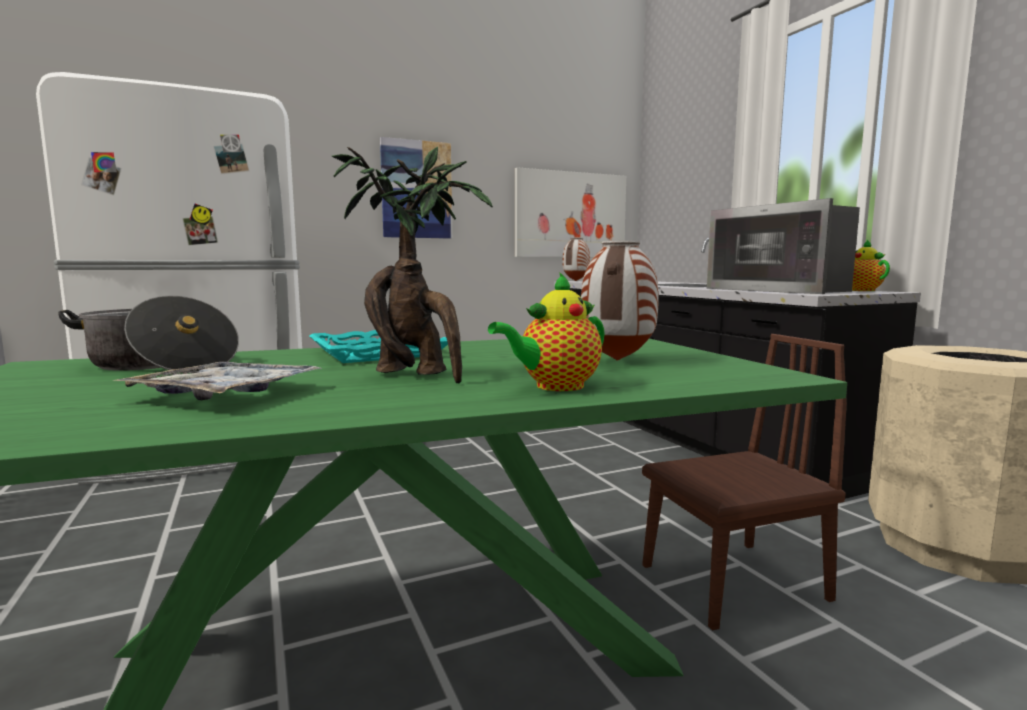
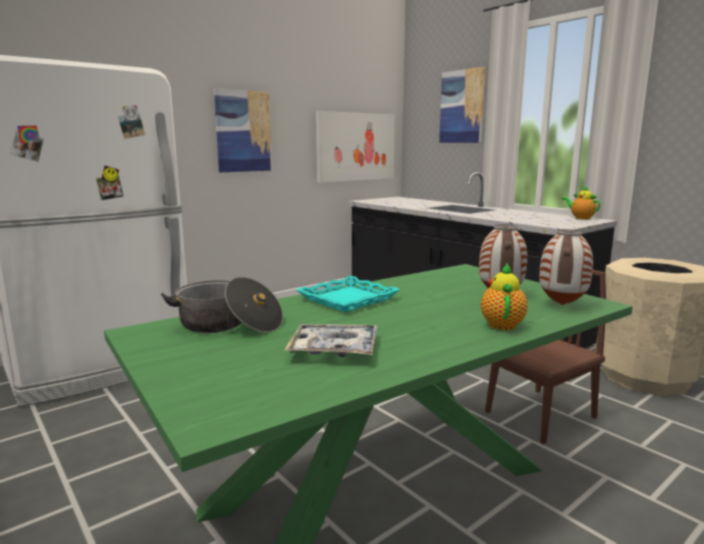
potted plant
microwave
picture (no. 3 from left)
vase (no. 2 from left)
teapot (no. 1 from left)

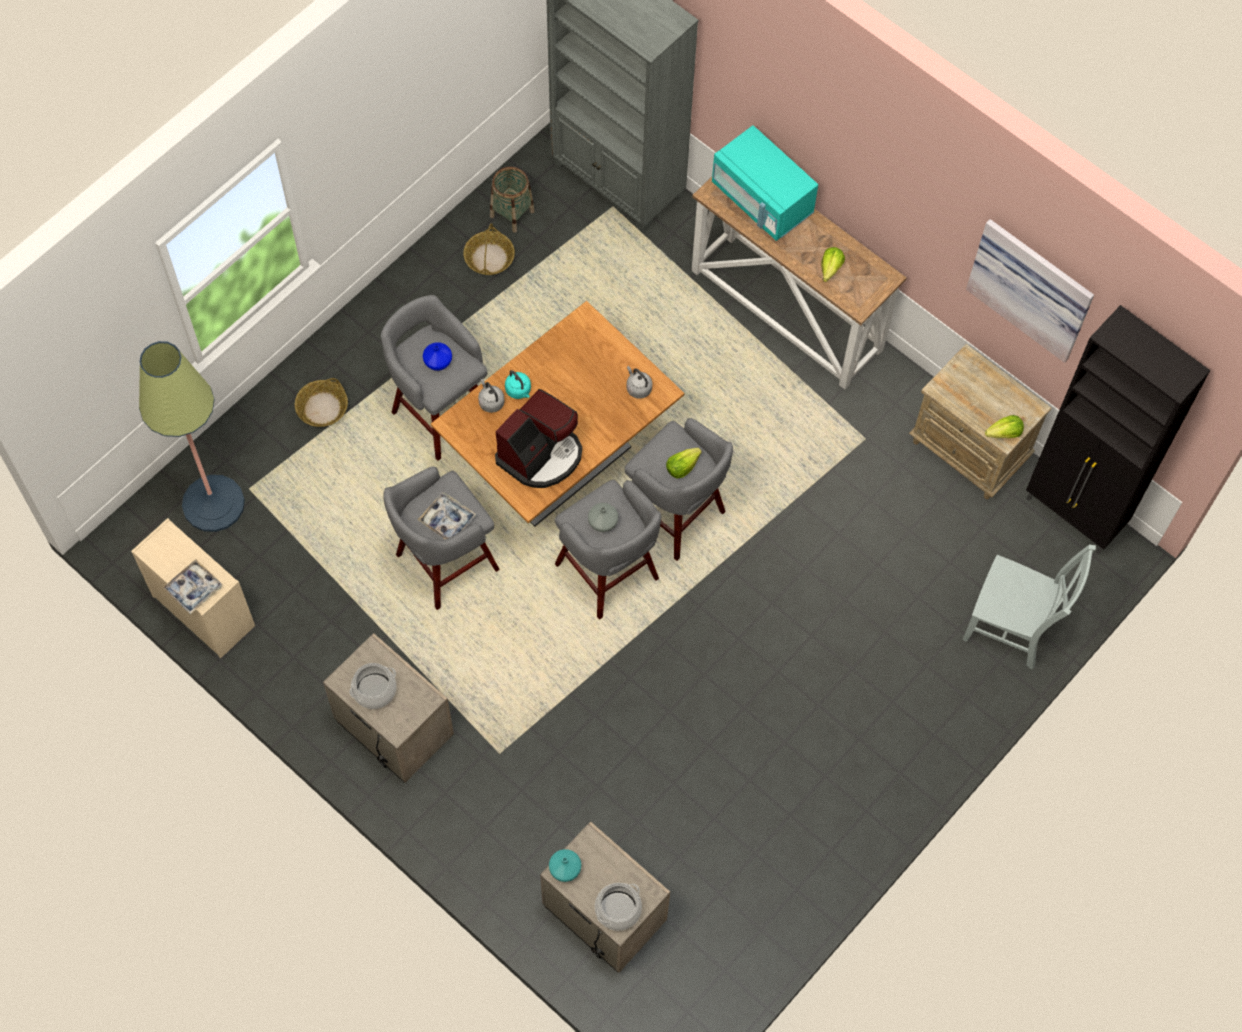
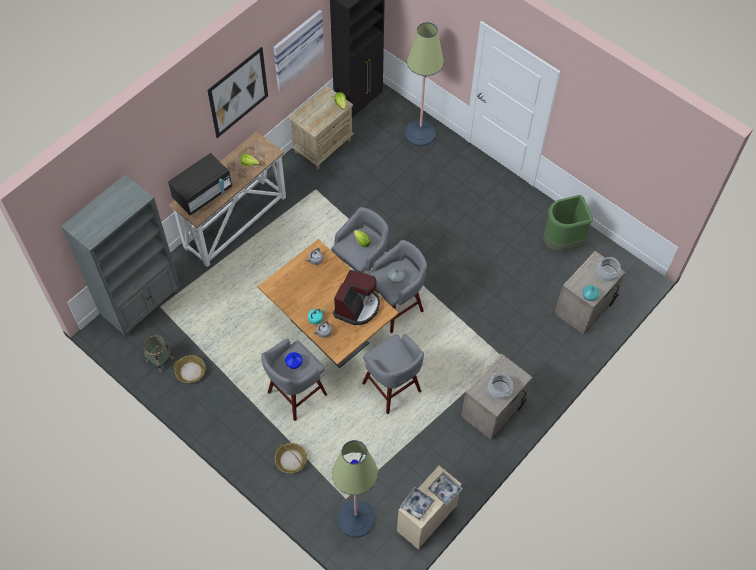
picture (no. 1 from left)
green trash can
tray (no. 1 from left)
floor lamp (no. 2 from left)
black microwave
coffee machine

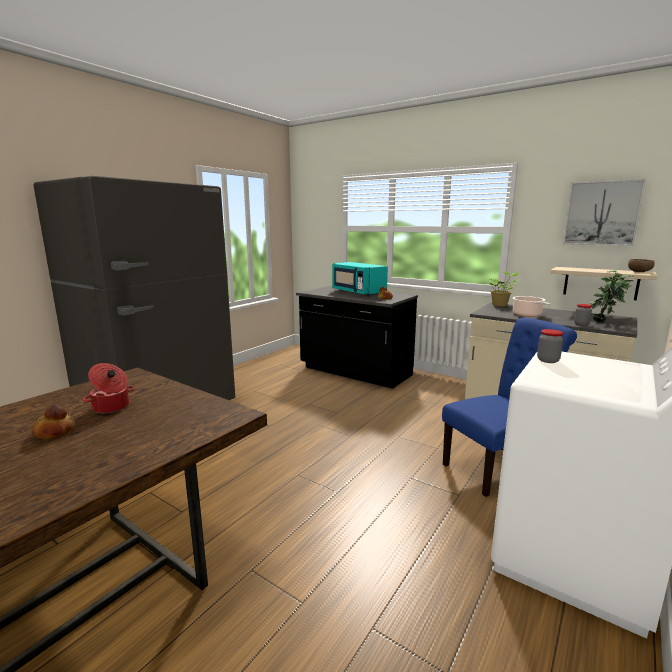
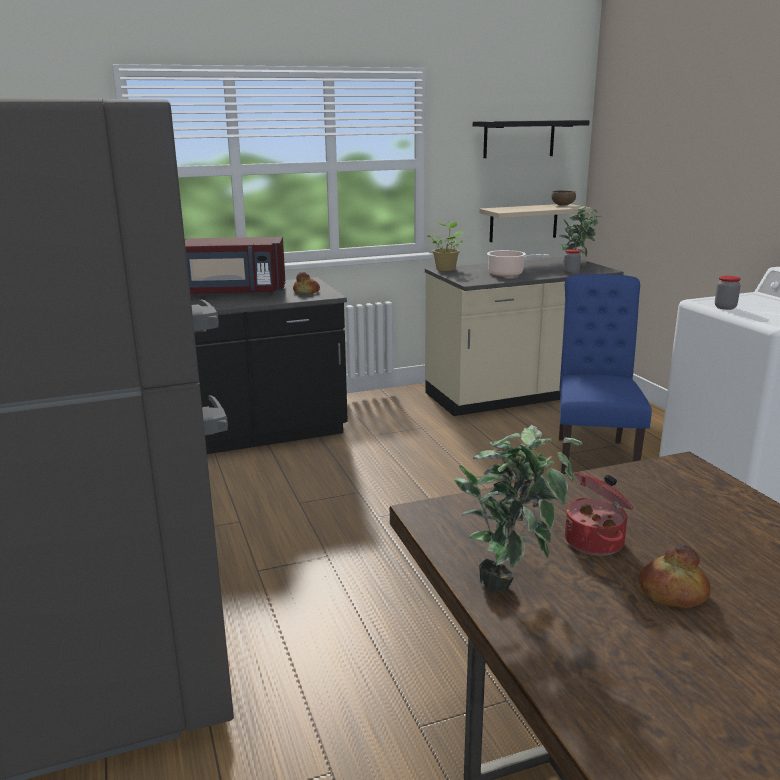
potted plant (no. 2 from left)
black shelf
red microwave

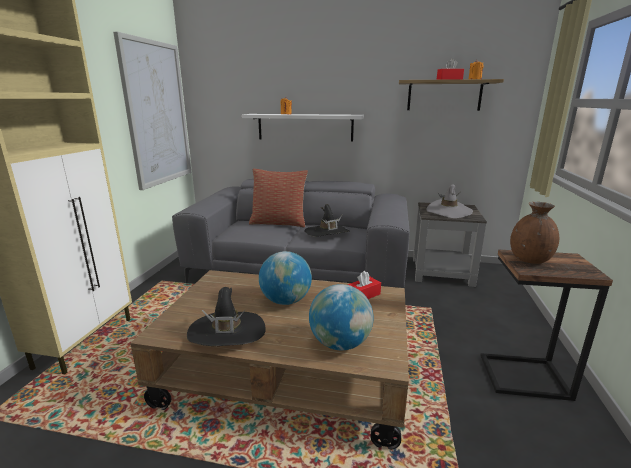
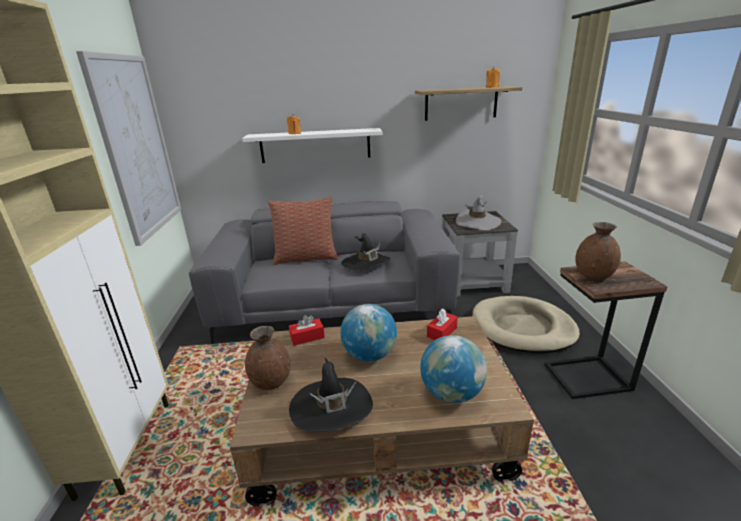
brown vase (no. 1 from left)
beige dog bed
red tissue box (no. 1 from left)

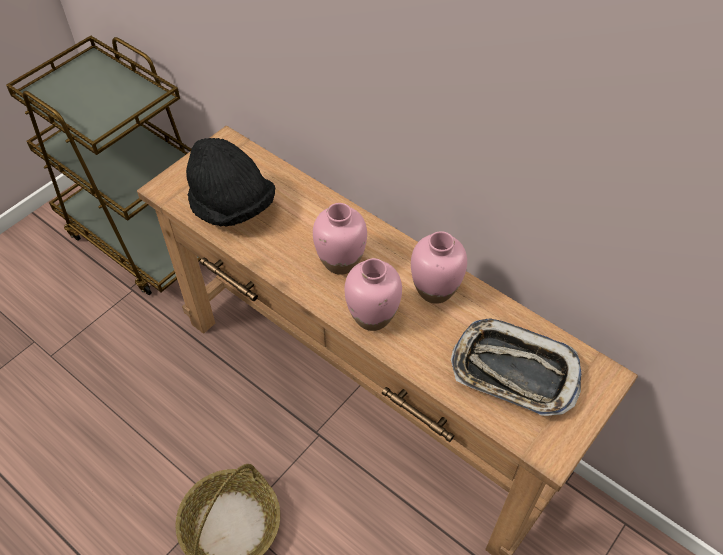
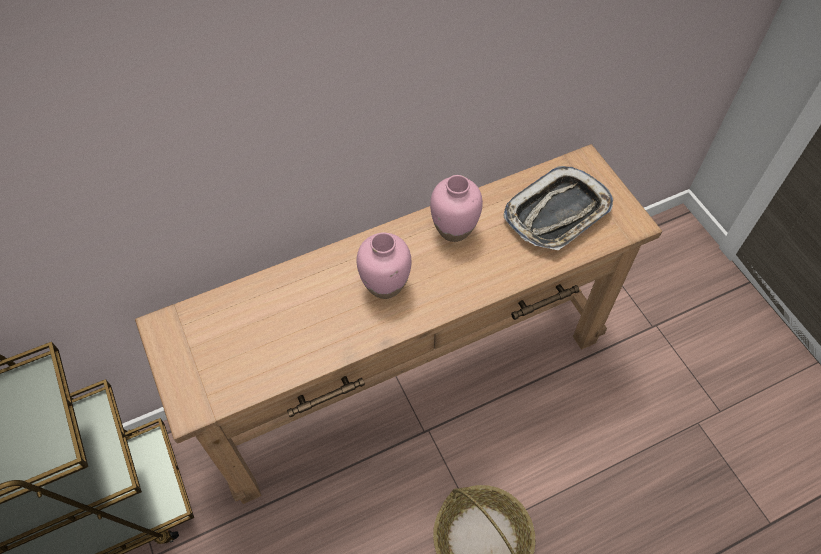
black hat
pink vase (no. 2 from left in the first image)

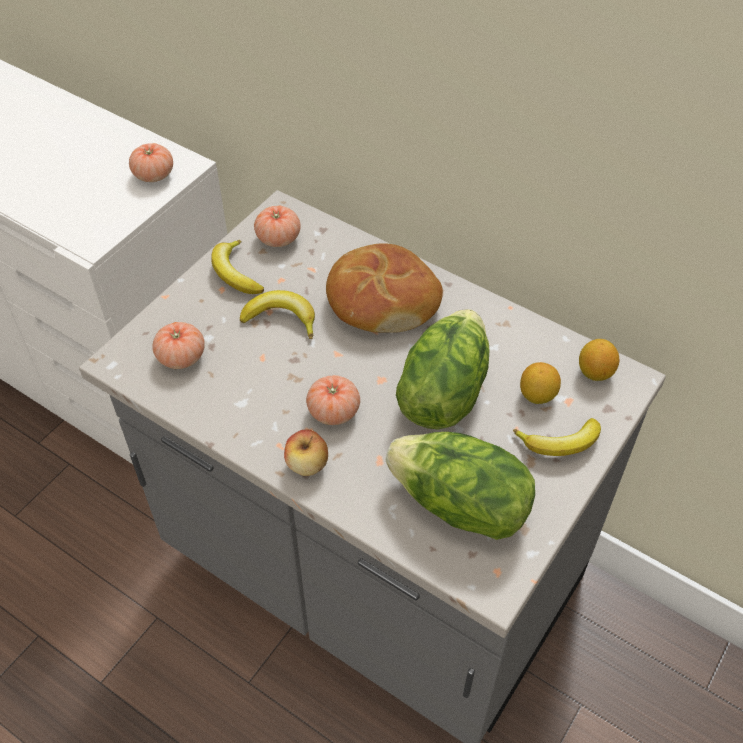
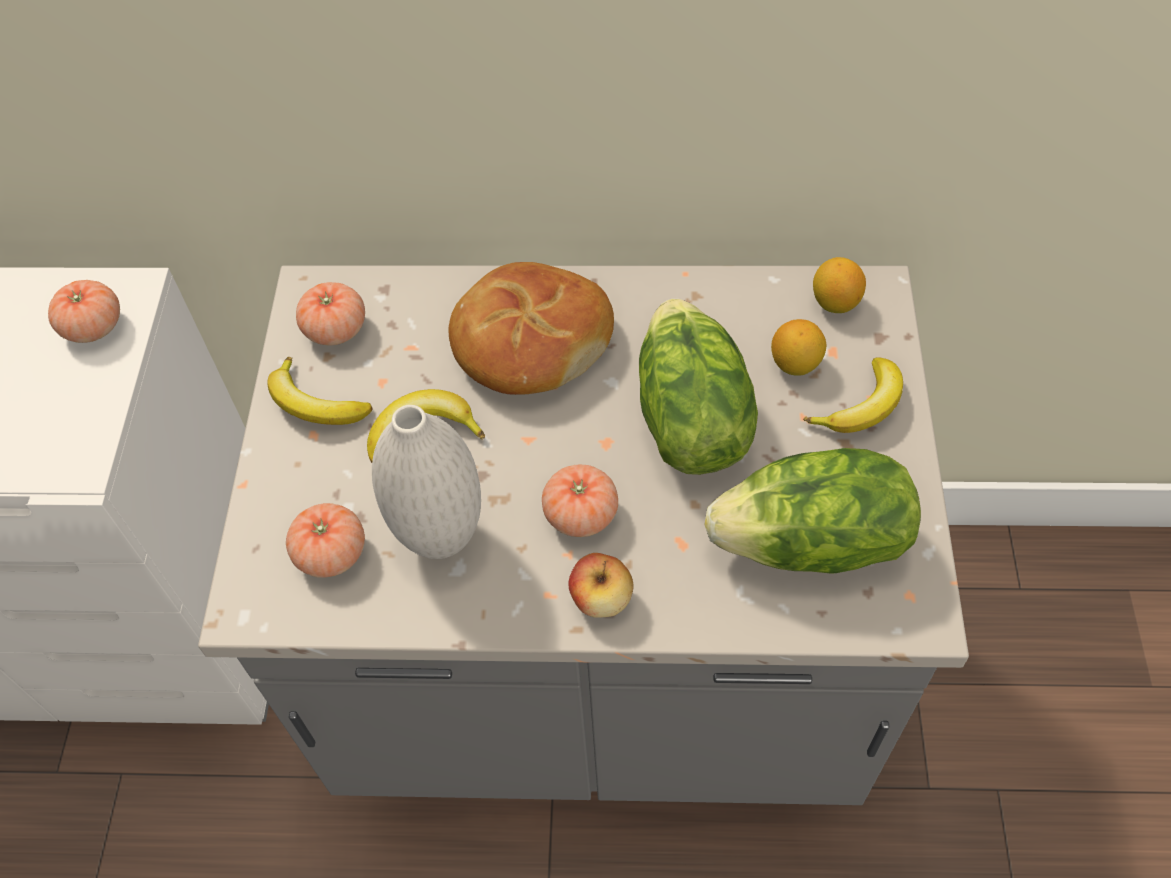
white vase

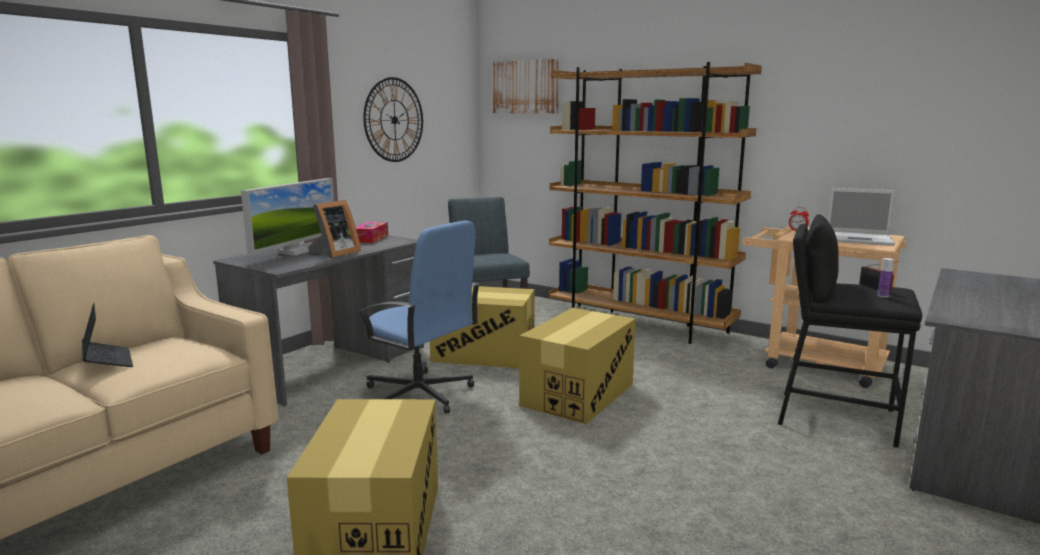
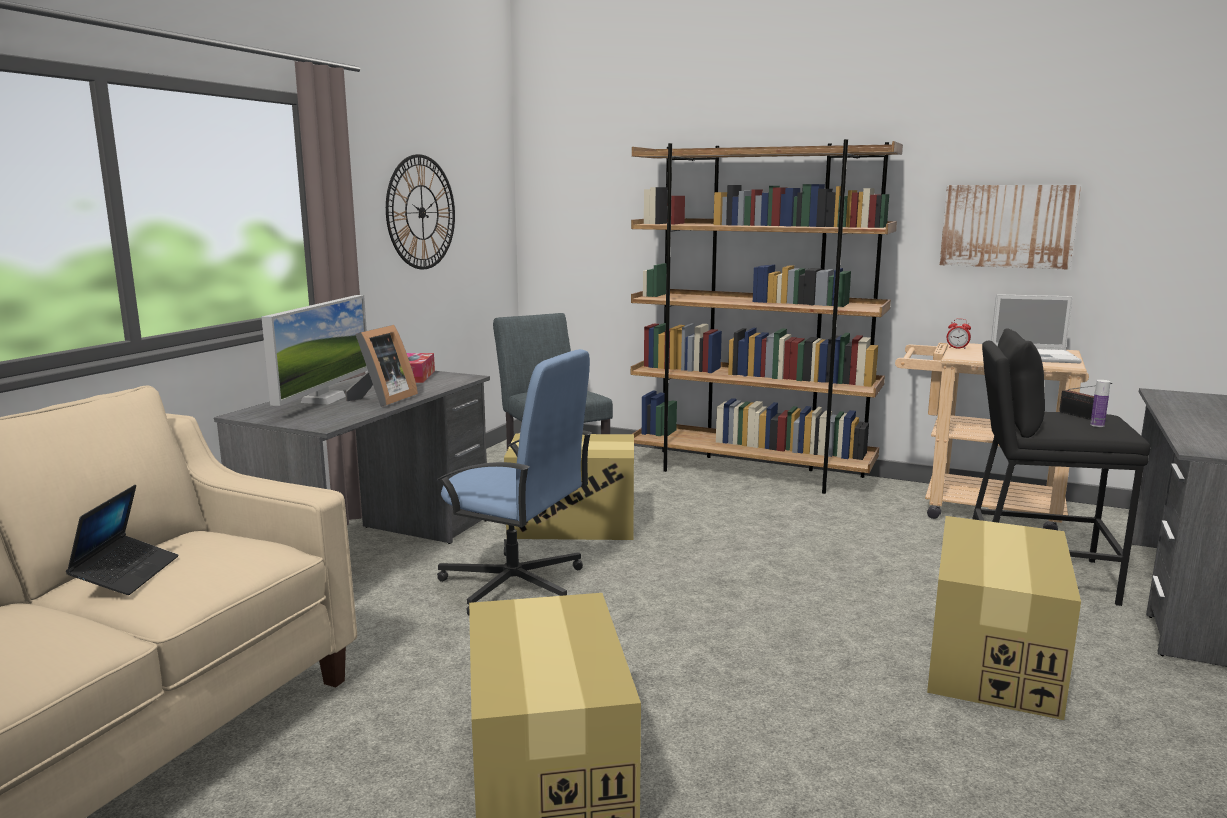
picture
cardboard box (no. 3 from left)
laptop (no. 1 from left)

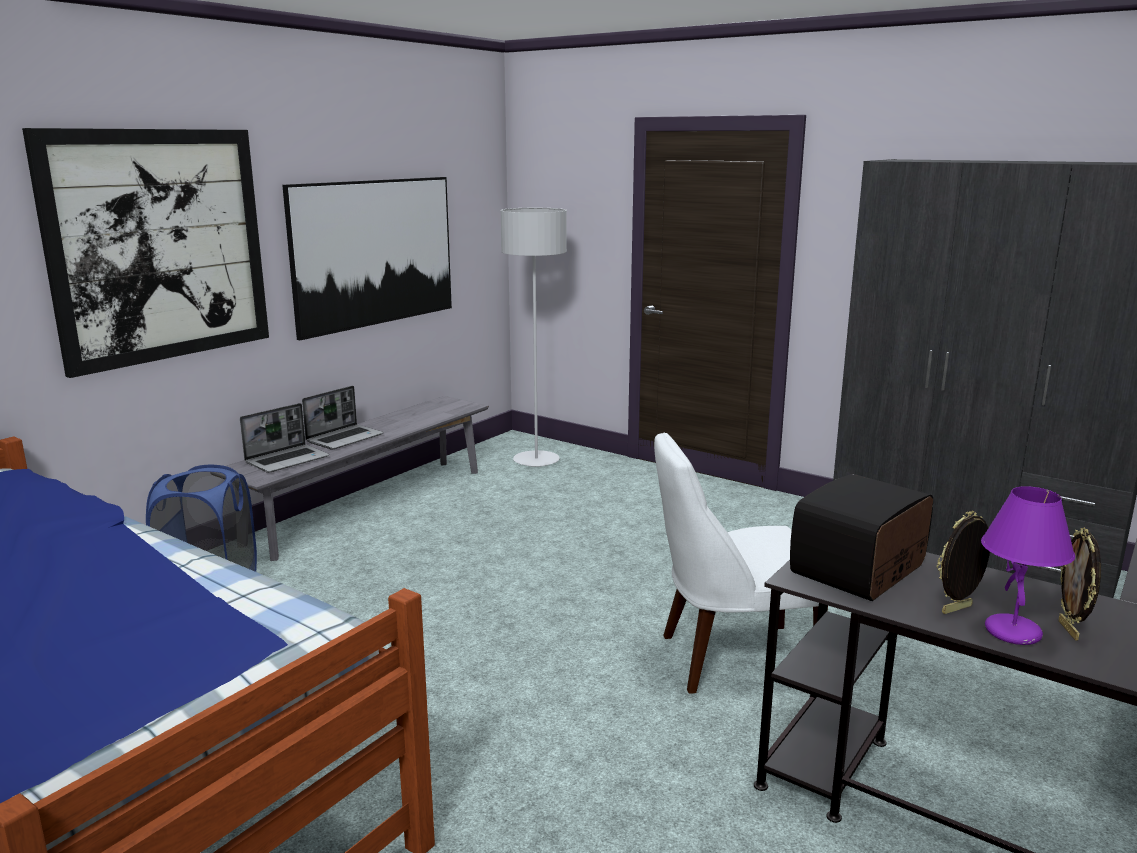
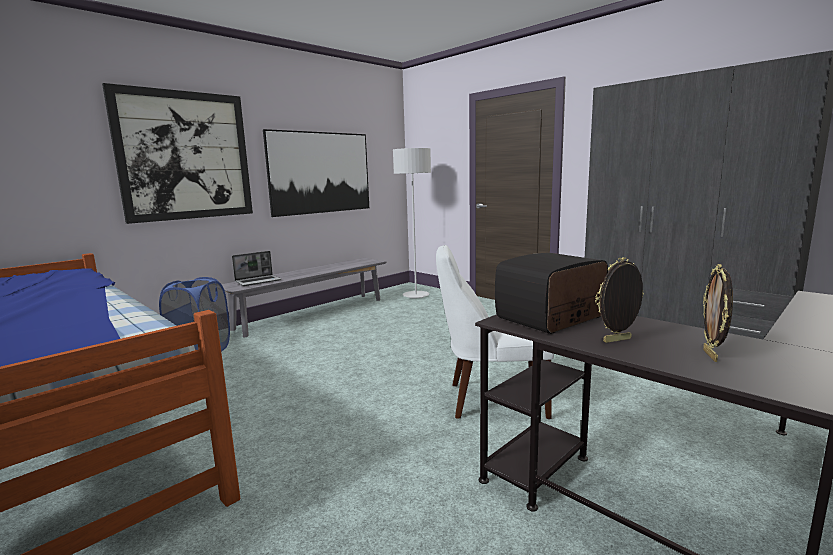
laptop (no. 2 from left in the first image)
purple table lamp

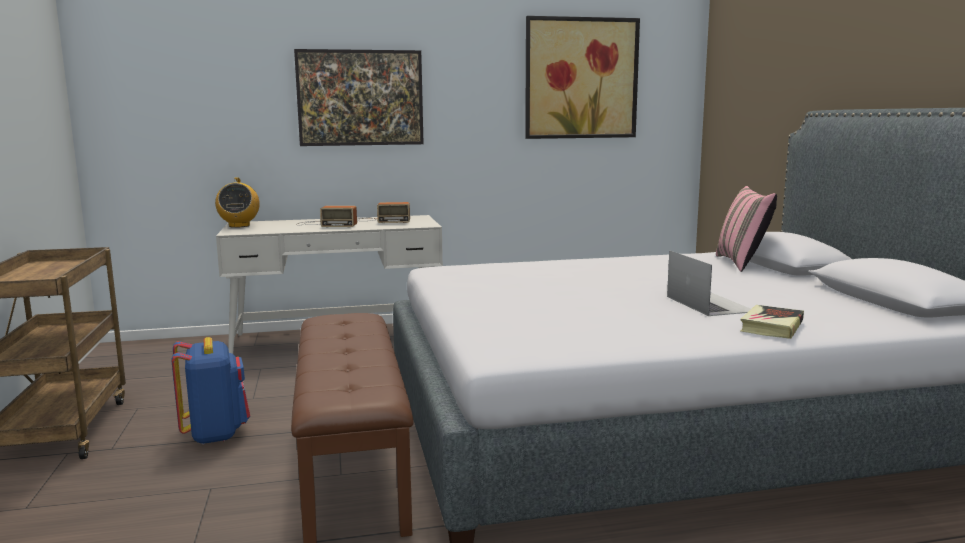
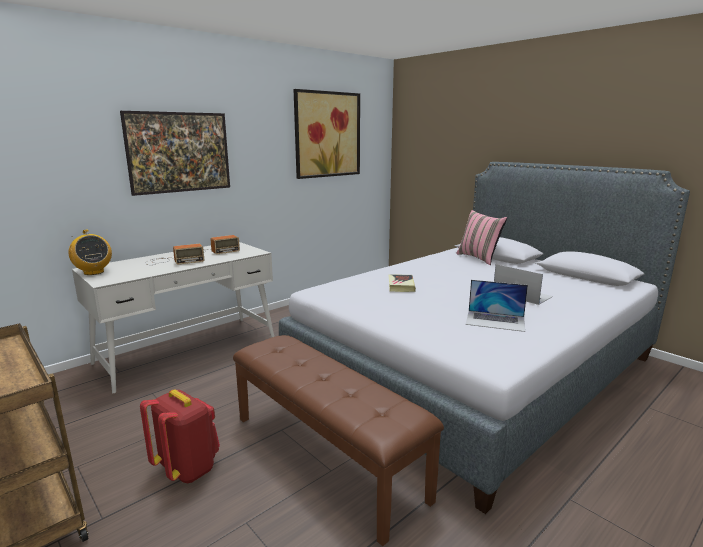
laptop (no. 1 from left)
book
red backpack

